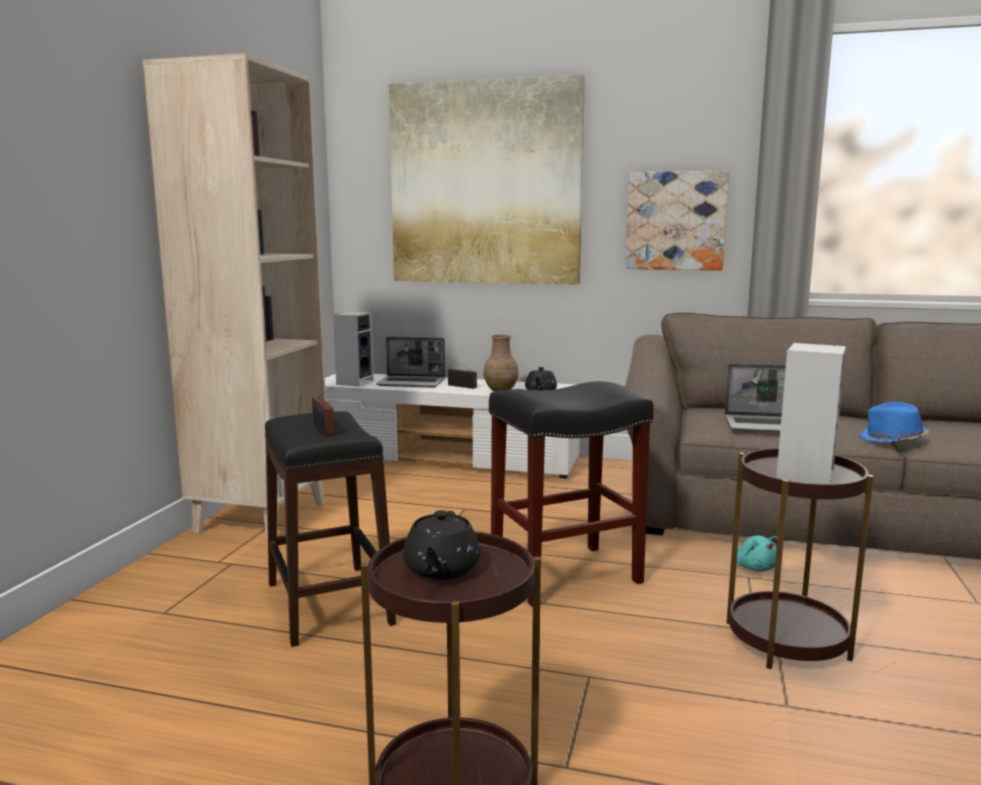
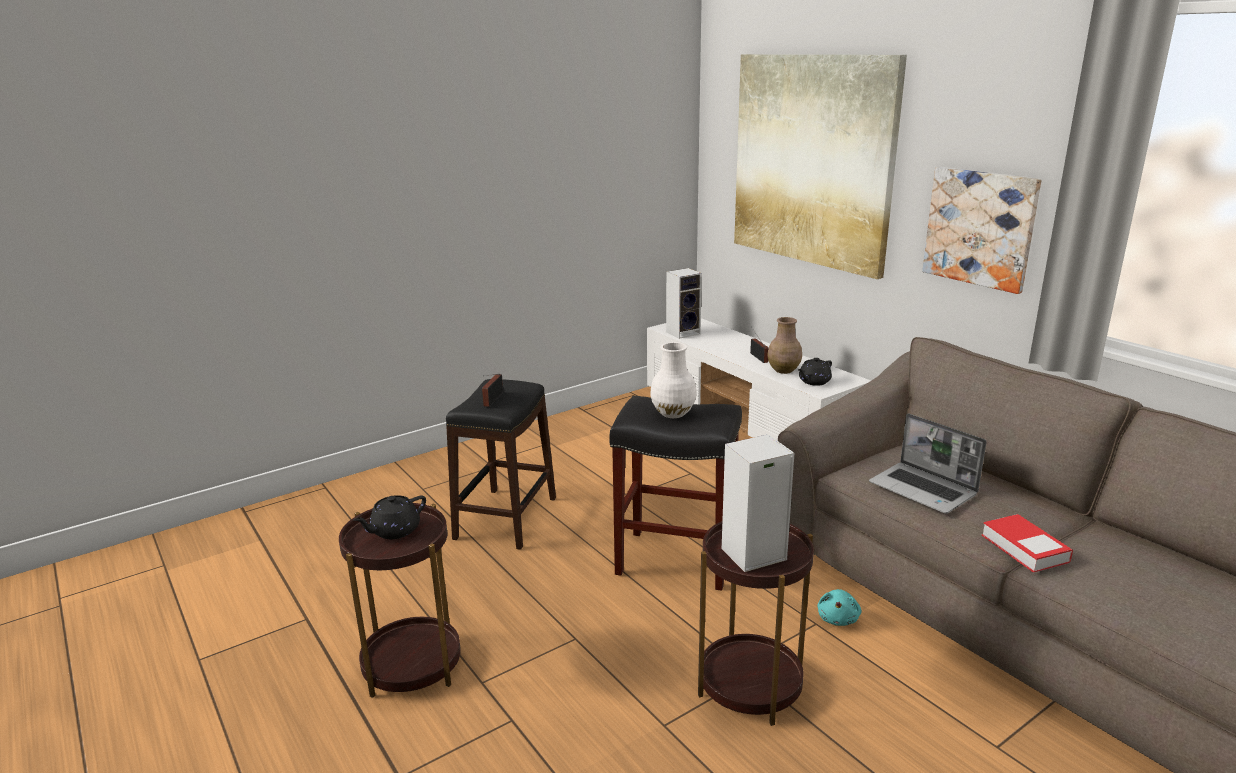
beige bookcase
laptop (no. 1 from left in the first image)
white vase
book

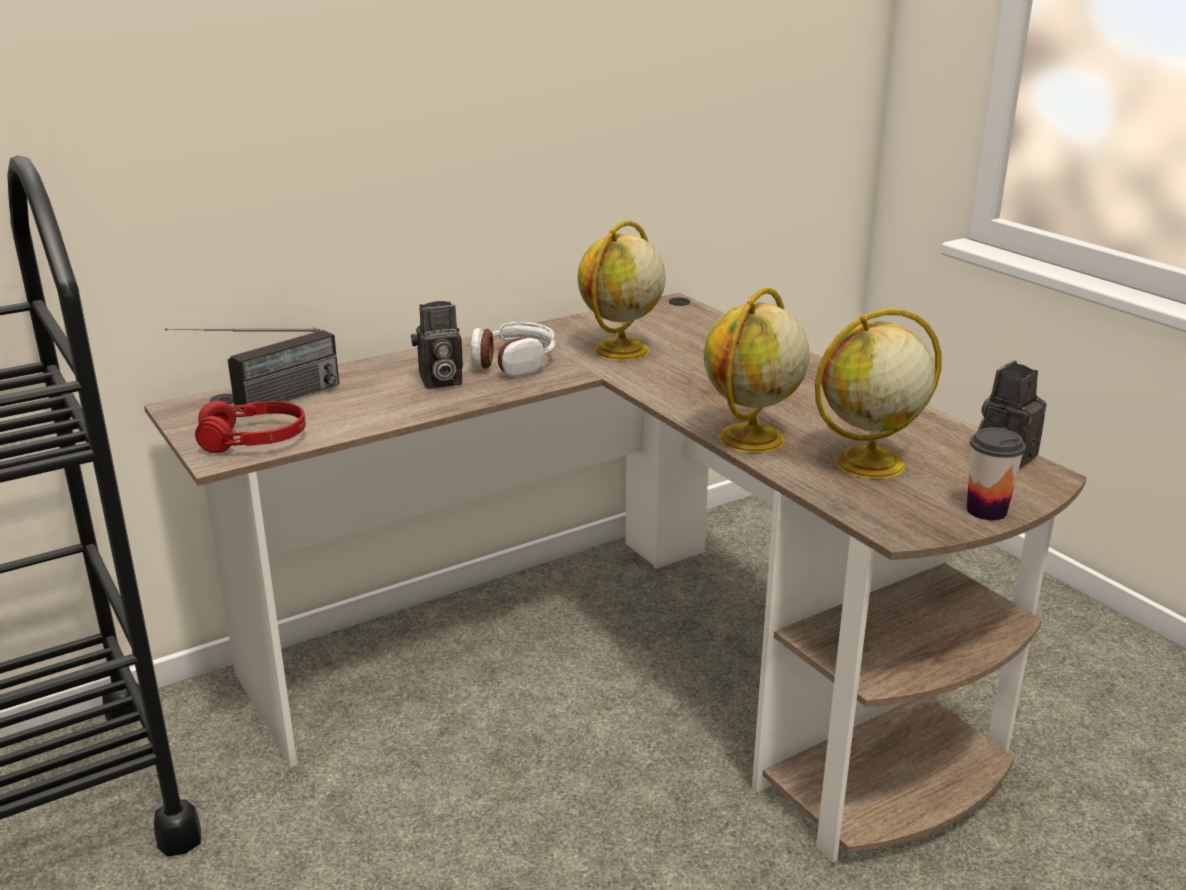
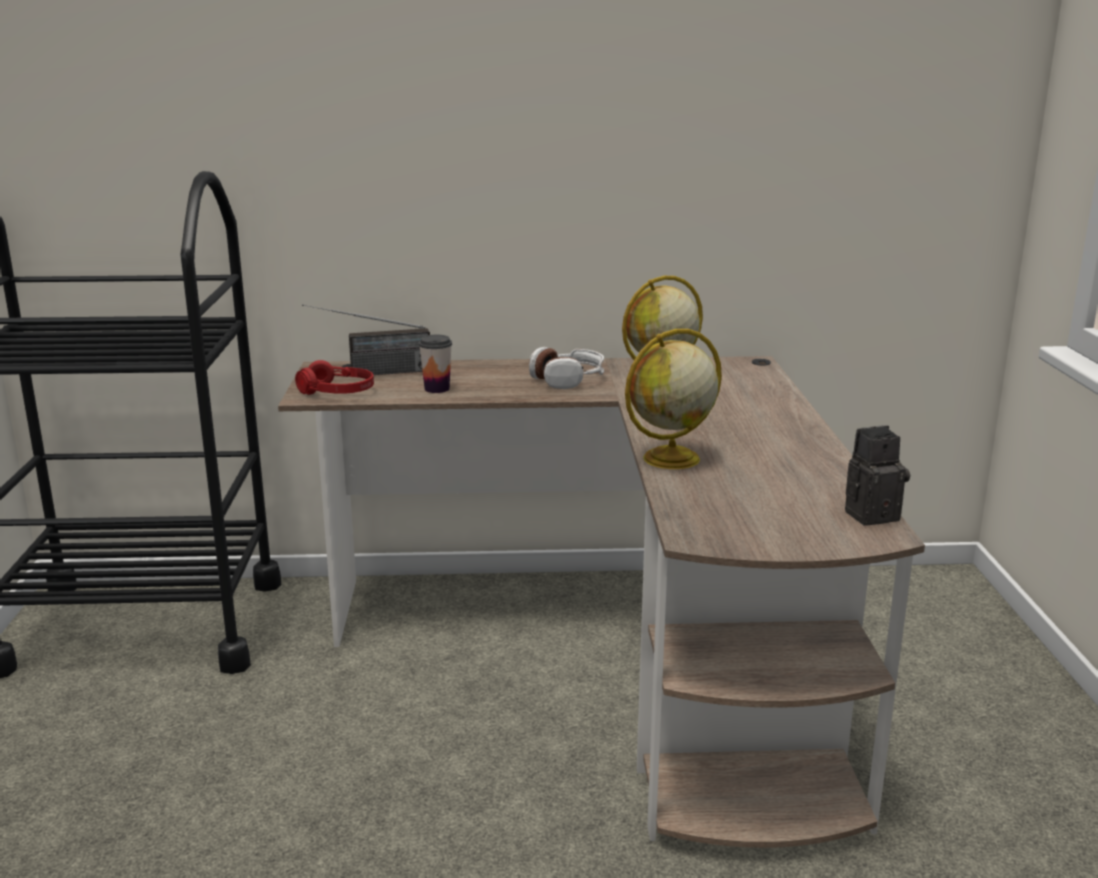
photo camera (no. 1 from left in the first image)
globe (no. 3 from left in the first image)
cup

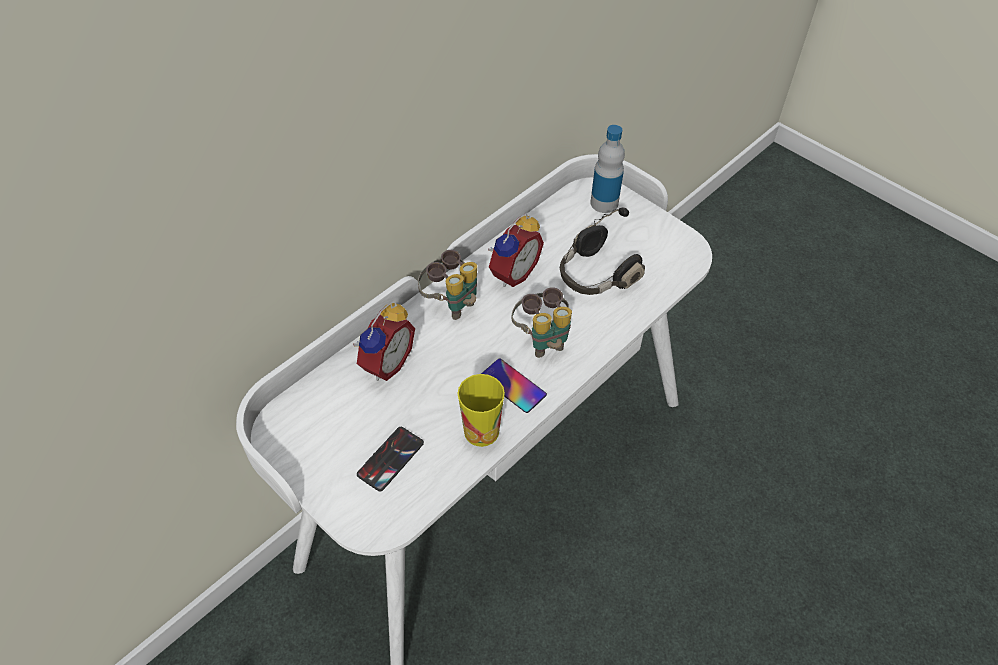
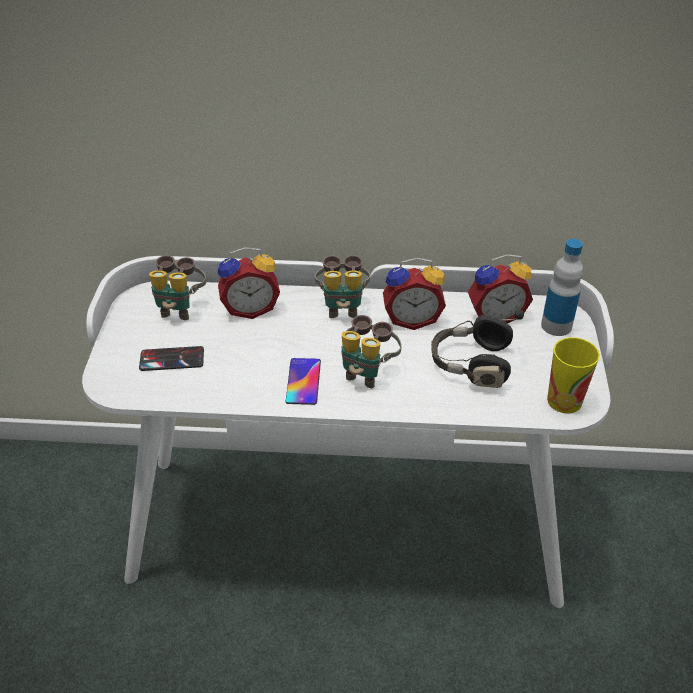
binoculars (no. 1 from left)
alarm clock (no. 3 from left)
cup

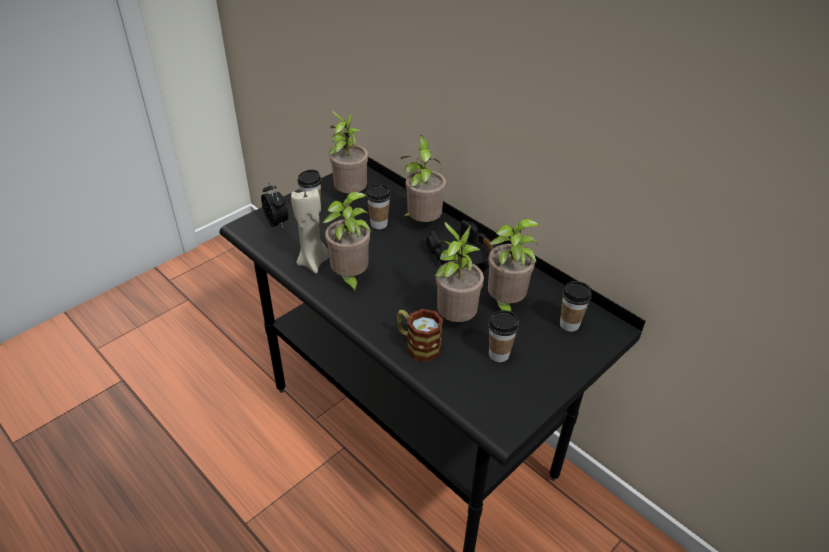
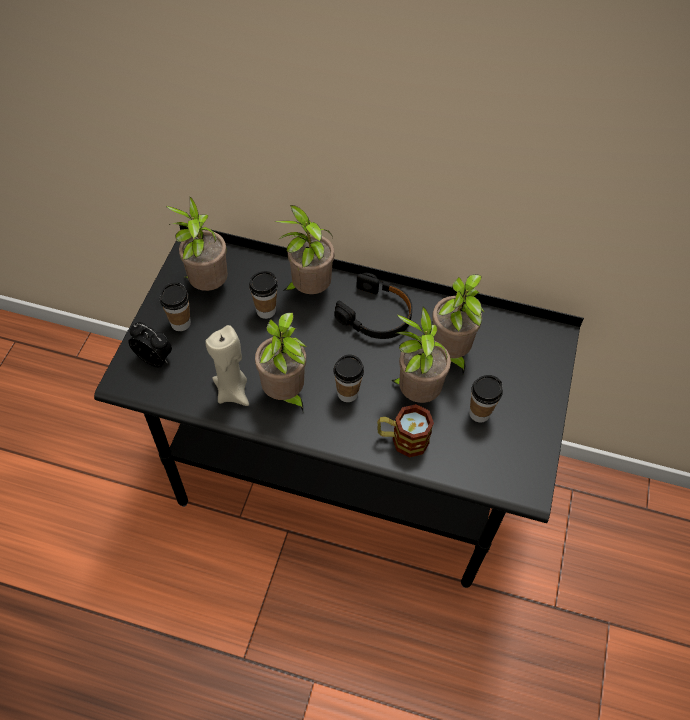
cup (no. 3 from left)

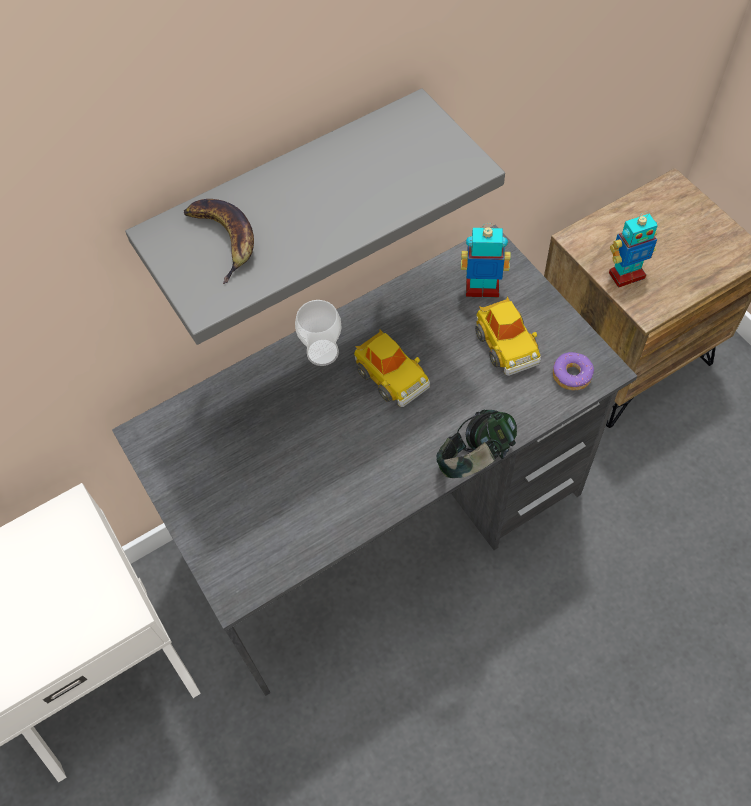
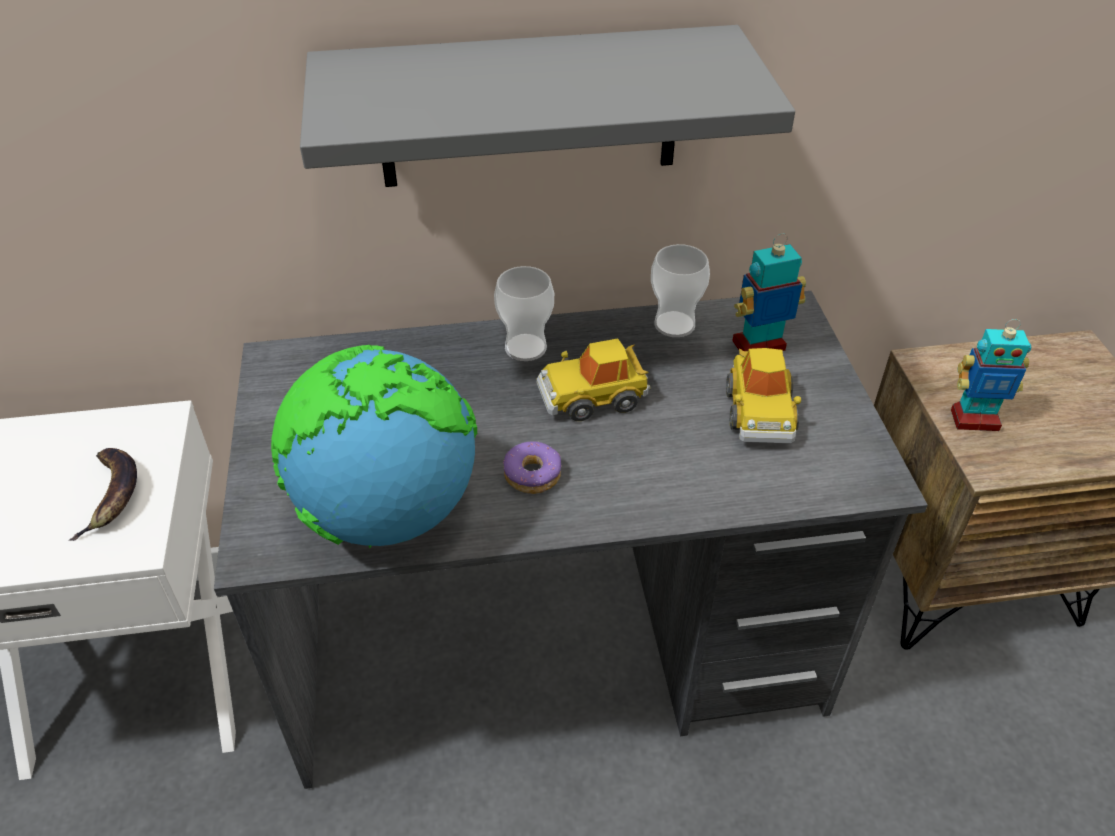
headphones
globe
cup (no. 2 from left)
banana
donut
toy car (no. 1 from left)
toy robot (no. 1 from left)

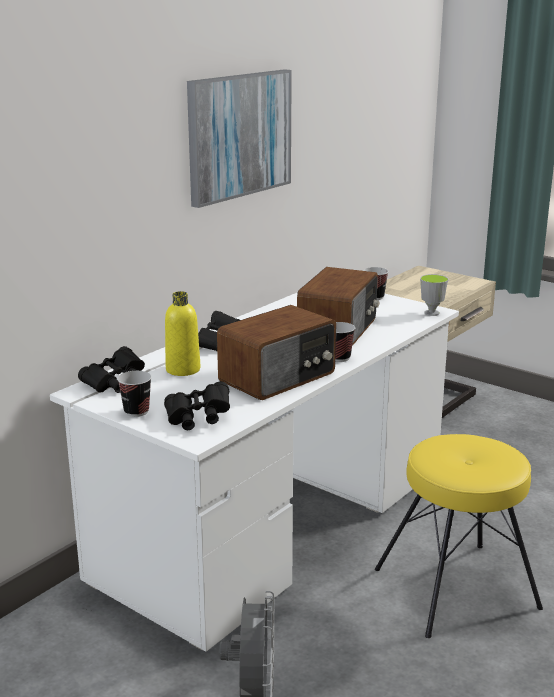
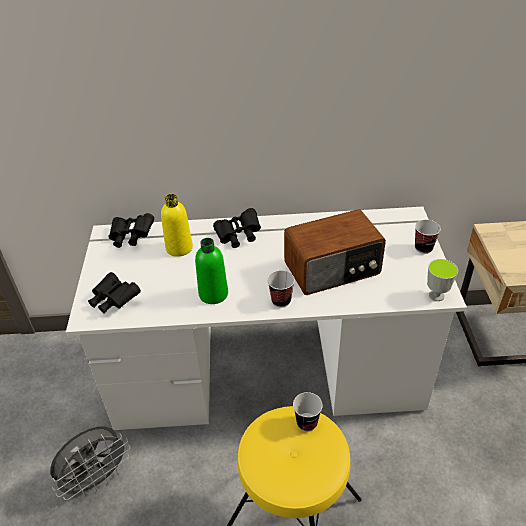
picture
cup (no. 2 from left)
green bottle

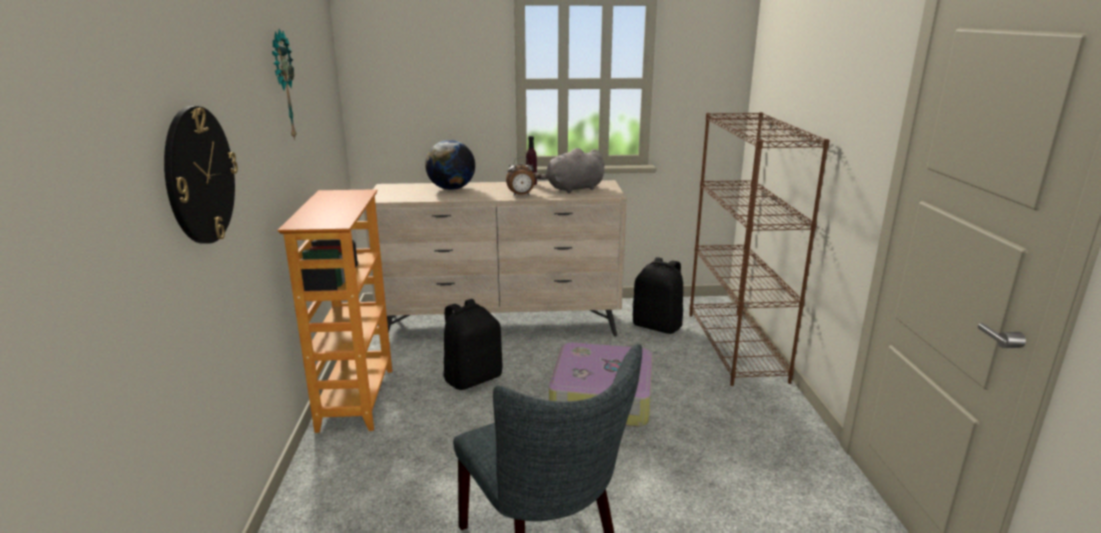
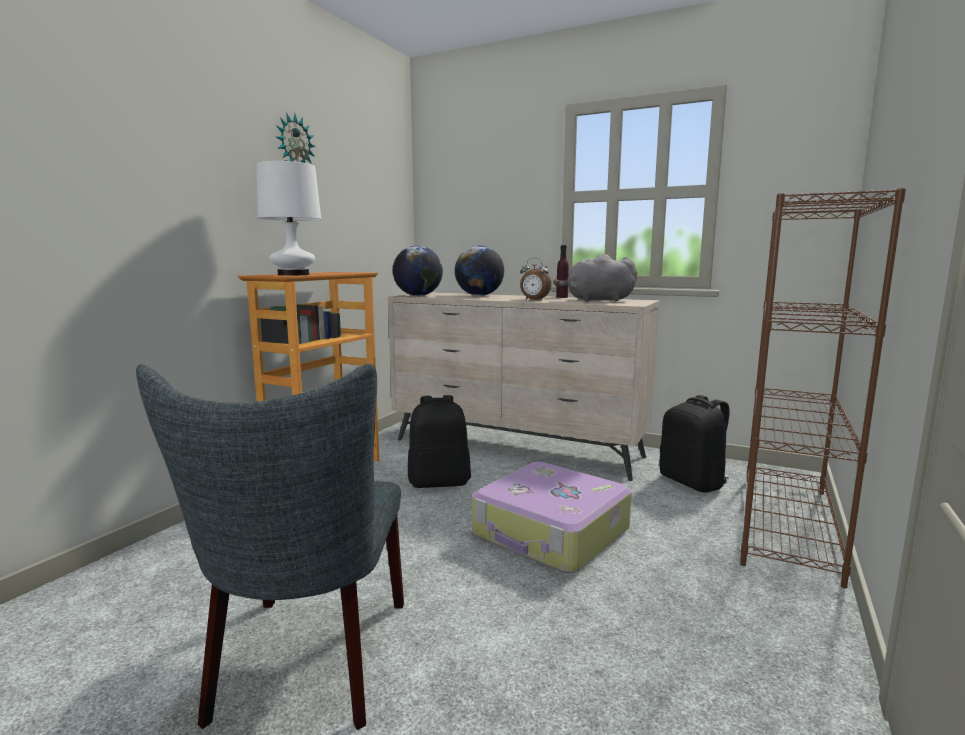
wall clock (no. 1 from left in the first image)
white table lamp
globe (no. 1 from left)

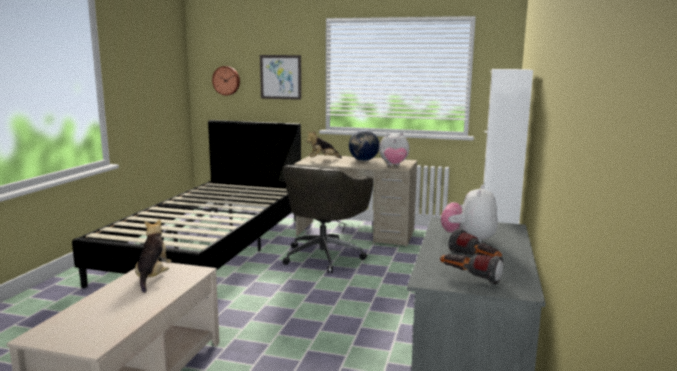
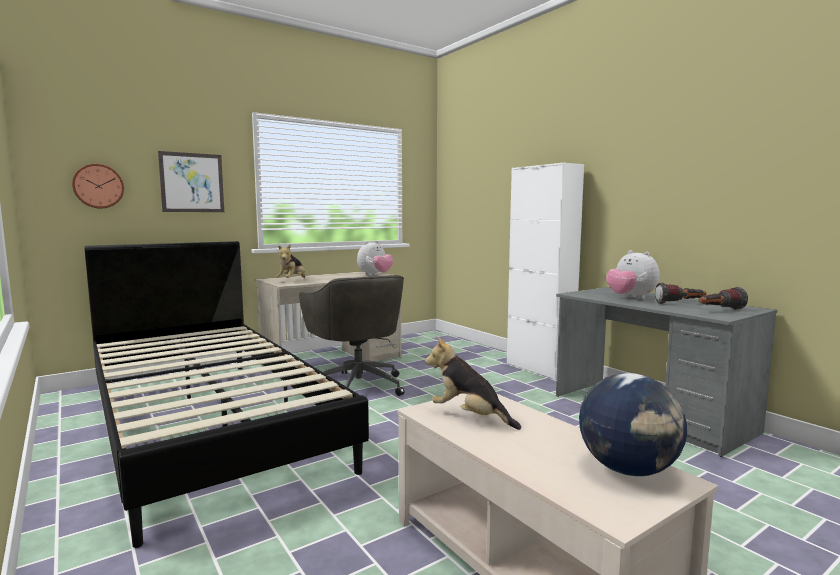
globe

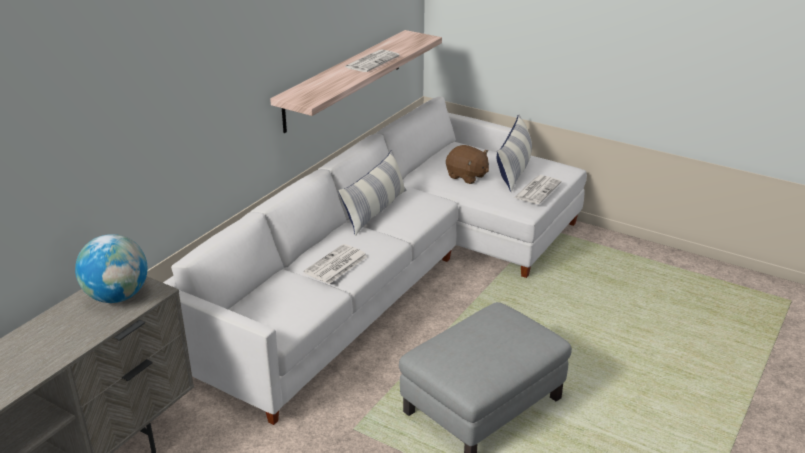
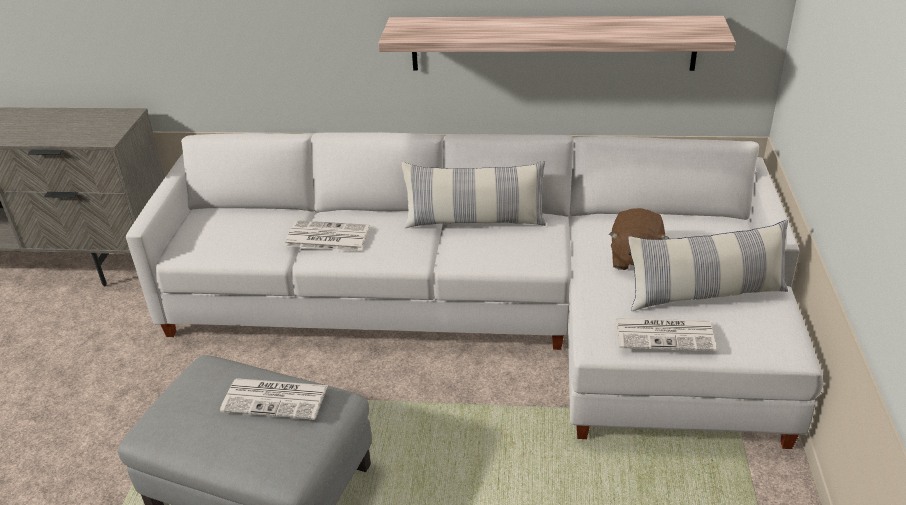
globe
newspaper (no. 1 from left)

